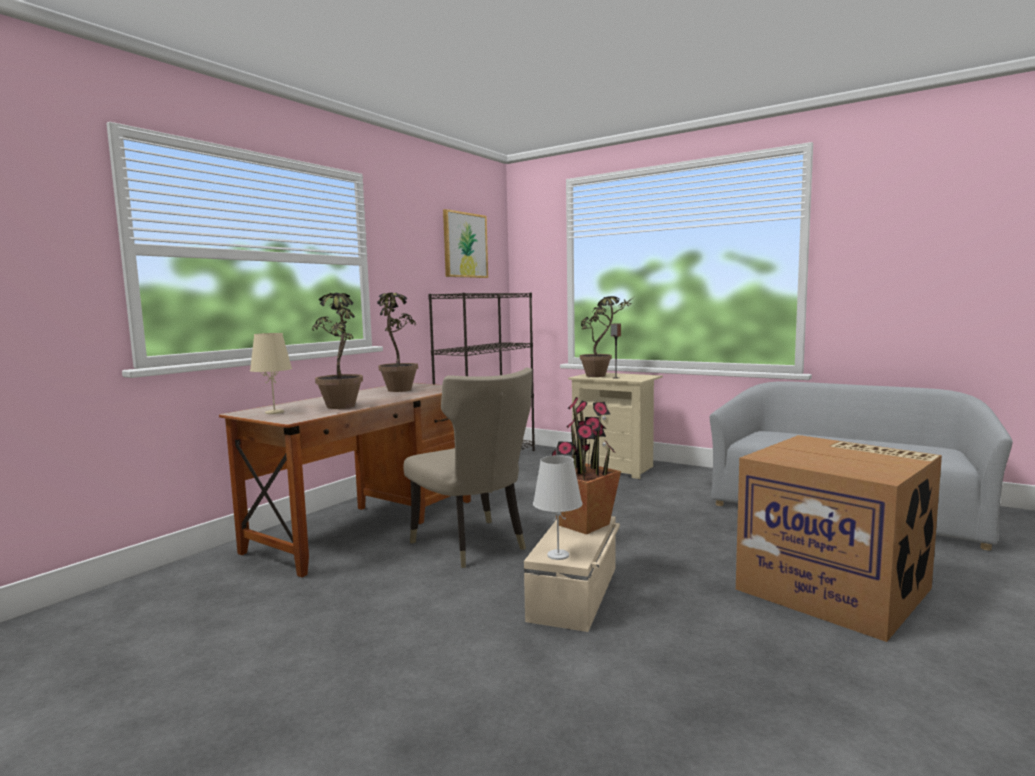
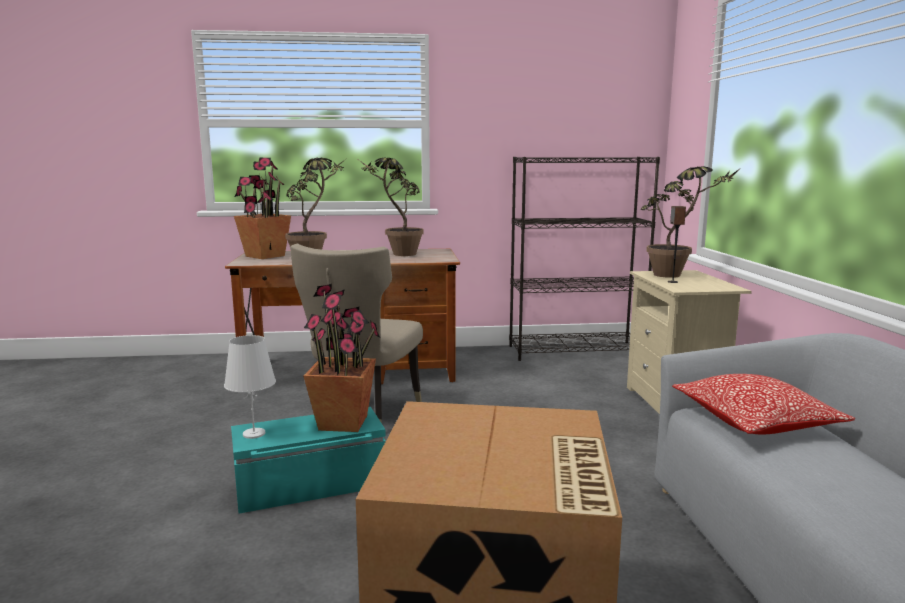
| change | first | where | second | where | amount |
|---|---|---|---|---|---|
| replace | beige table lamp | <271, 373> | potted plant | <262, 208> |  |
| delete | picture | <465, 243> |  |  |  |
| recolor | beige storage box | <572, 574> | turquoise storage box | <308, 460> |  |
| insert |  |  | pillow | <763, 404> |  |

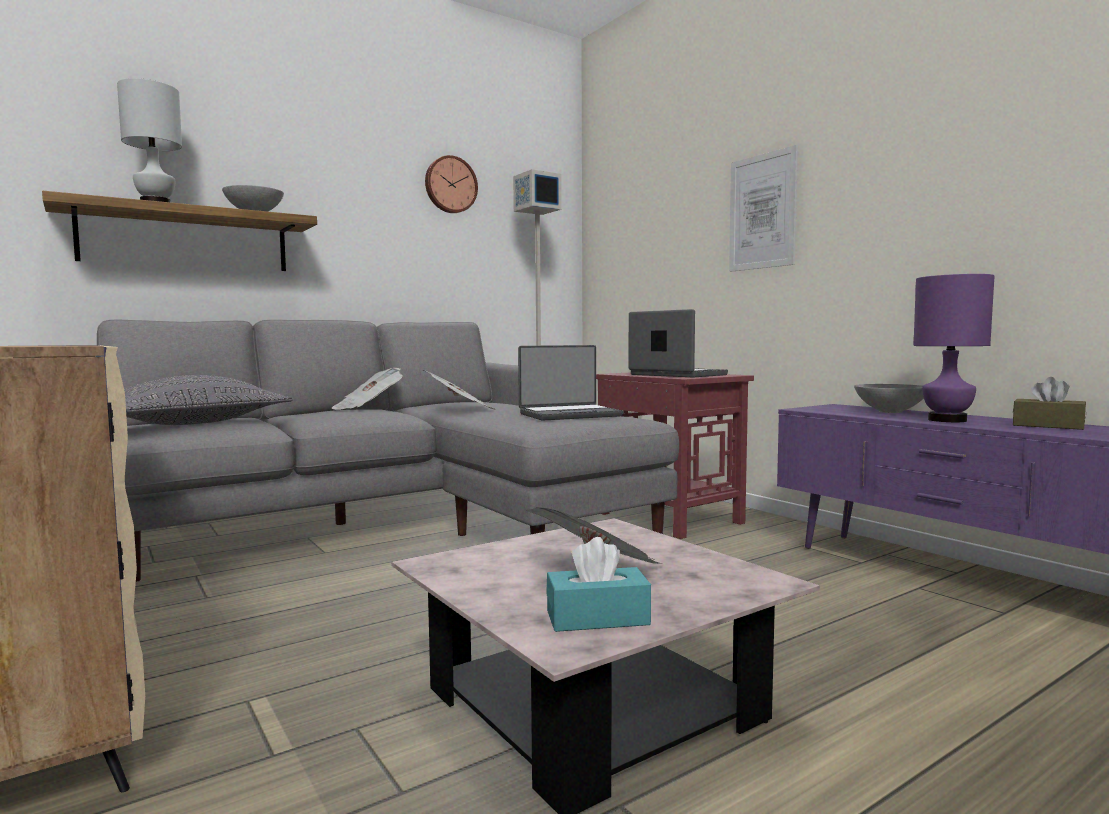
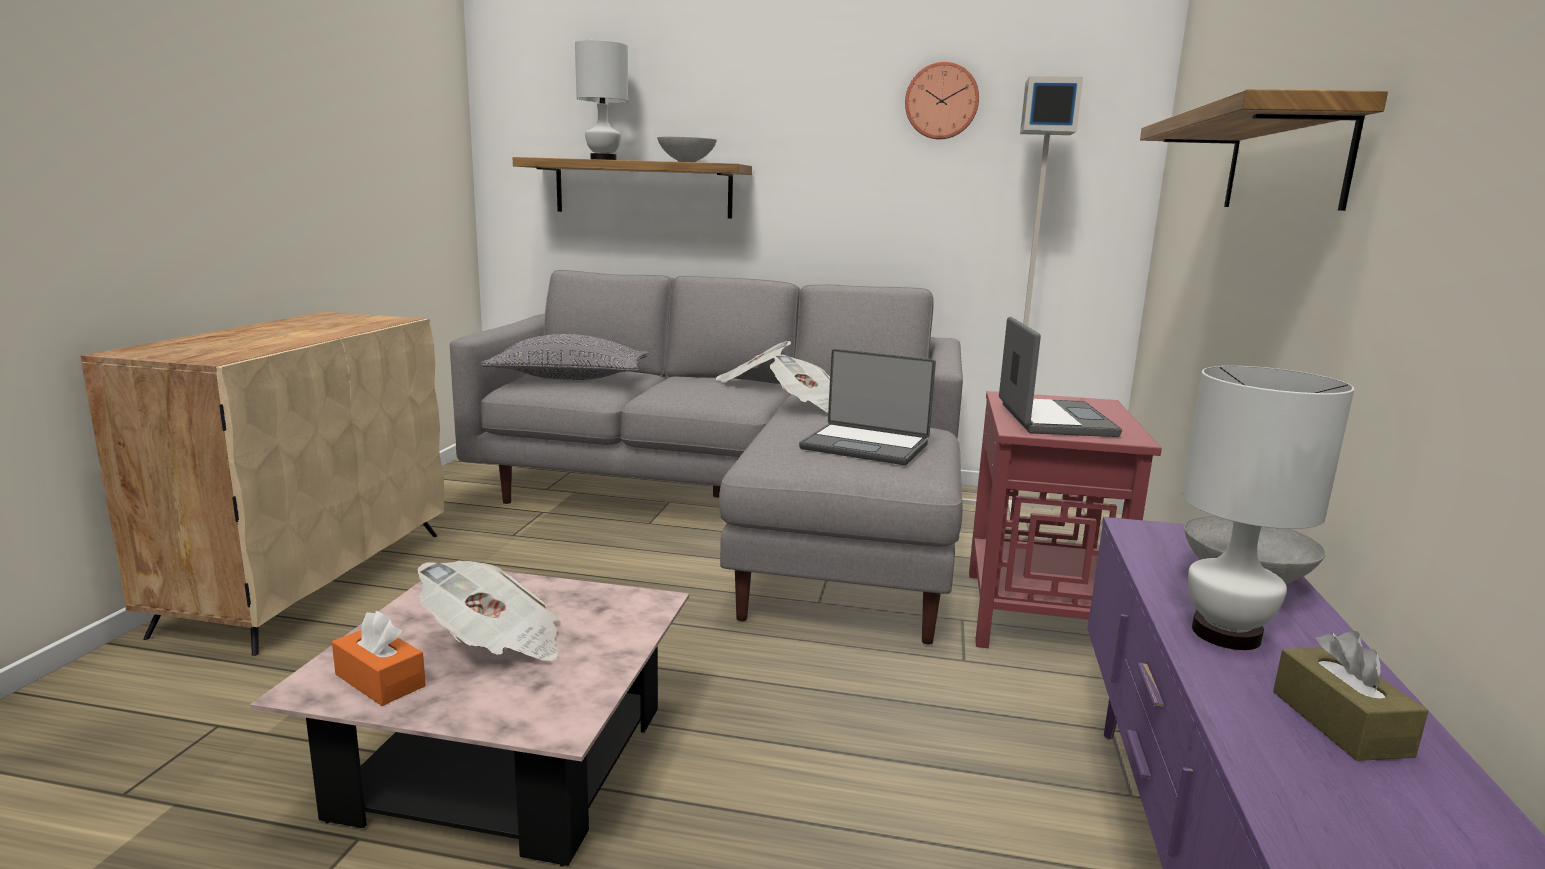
| change | first | where | second | where | amount |
|---|---|---|---|---|---|
| recolor | turquoise tissue box | <598, 584> | orange tissue box | <379, 658> |  |
| replace | picture | <763, 208> | shelf | <1264, 150> |  |
| recolor | purple table lamp | <953, 348> | white table lamp | <1268, 508> |  |

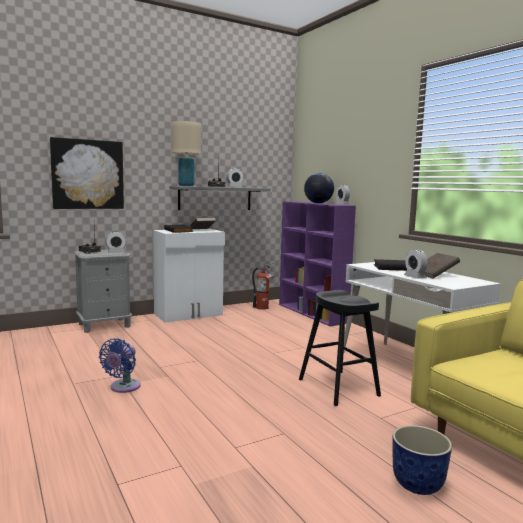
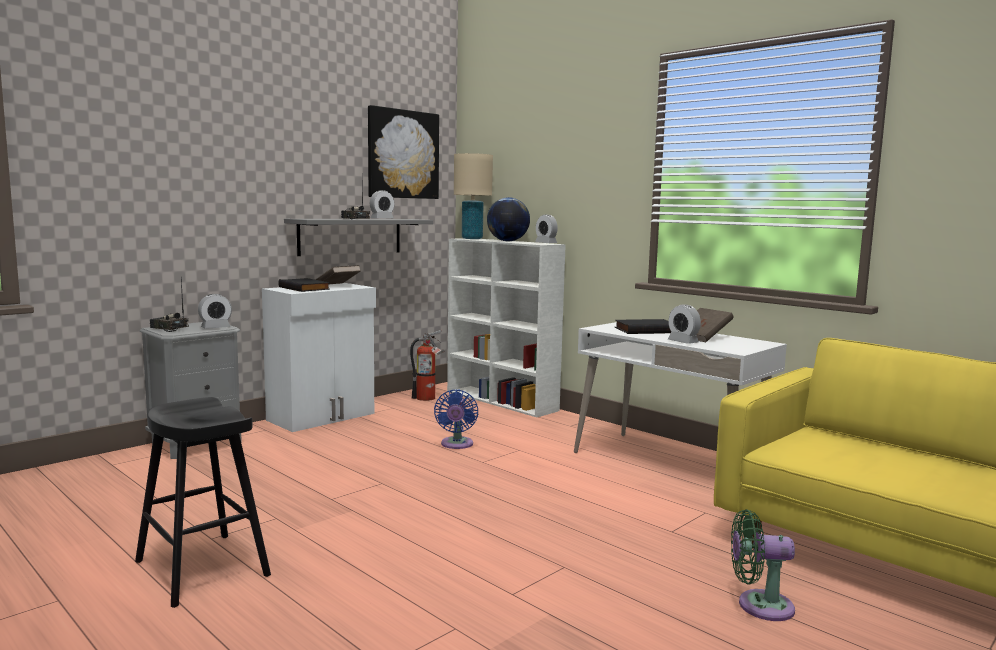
| change | first | where | second | where | amount |
|---|---|---|---|---|---|
| move | picture | <87, 173> |  | <403, 152> |  |
| move | blue fan | <120, 366> |  | <456, 419> |  |
| move | beige table lamp | <186, 153> |  | <473, 196> |  |
| recolor | purple bookcase | <317, 264> | white bookcase | <506, 327> |  |
| move | black stool | <340, 348> |  | <203, 502> |  |
| replace | planter | <422, 460> | green fan | <763, 565> |  |

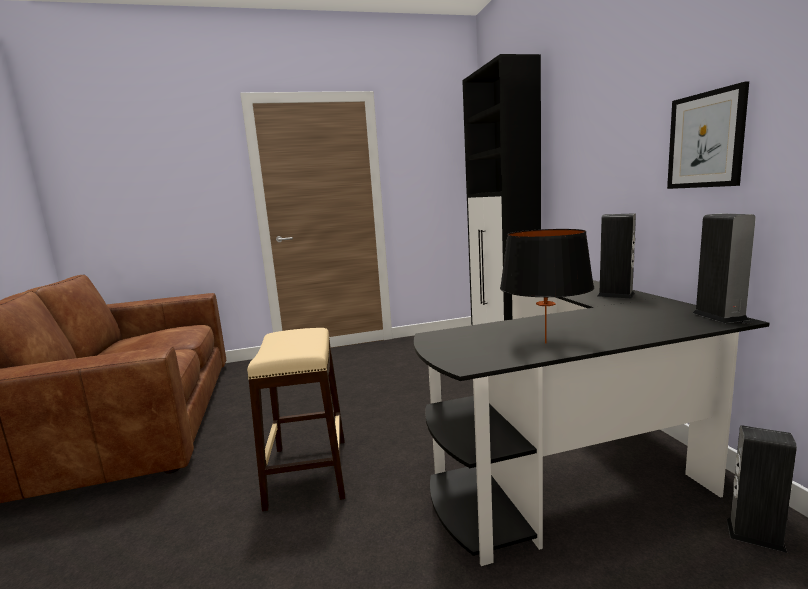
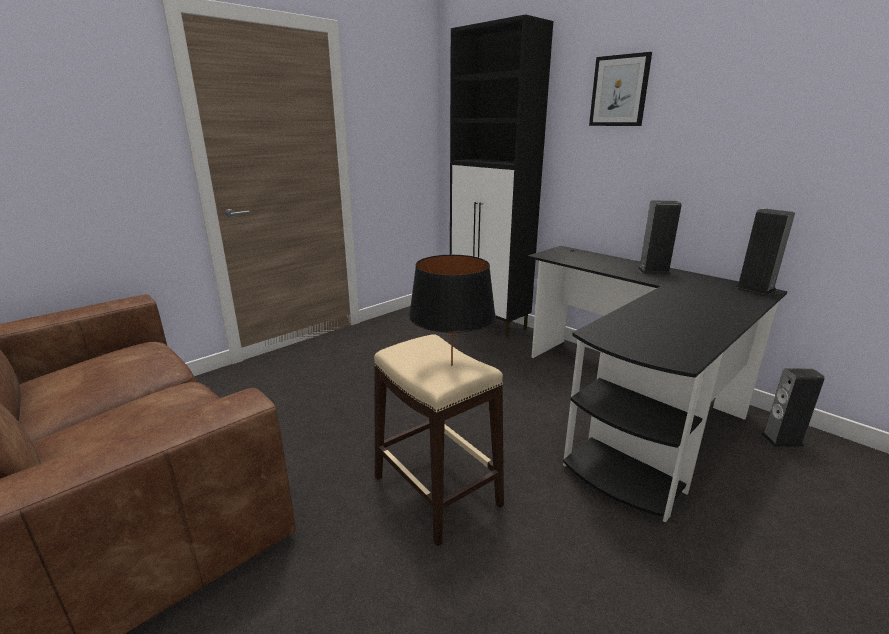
| change | first | where | second | where | amount |
|---|---|---|---|---|---|
| move | black table lamp | <547, 286> |  | <452, 310> |  |
| move | picture | <708, 135> |  | <620, 89> |  |

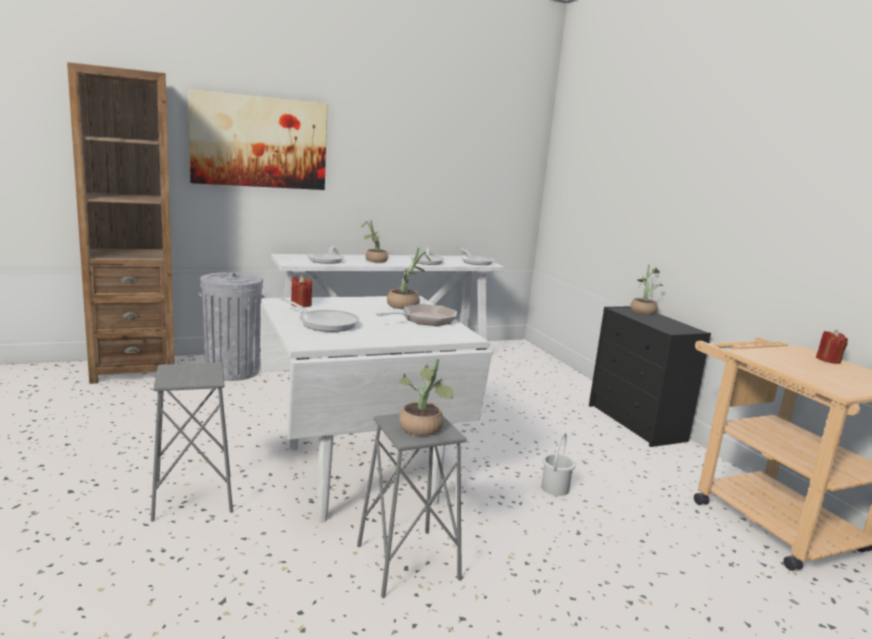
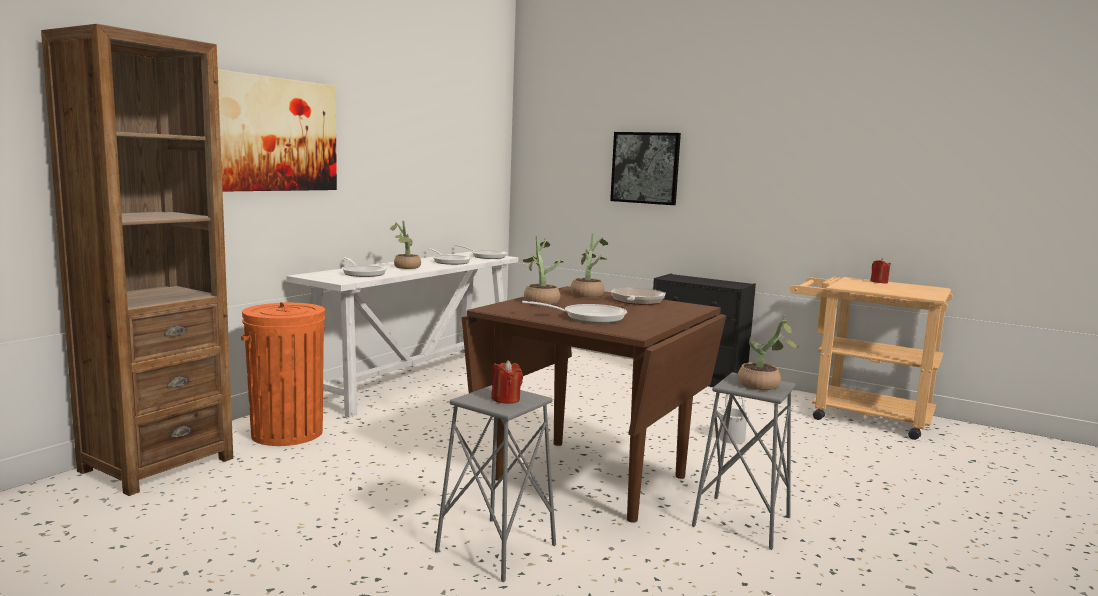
| change | first | where | second | where | amount |
|---|---|---|---|---|---|
| recolor | grey trash can | <231, 326> | orange trash can | <283, 374> |  |
| recolor | white dining table | <376, 409> | brown dining table | <594, 404> |  |
| move | red candle | <301, 291> |  | <507, 382> |  |
| move | potted plant | <647, 289> |  | <543, 270> |  |
| insert |  |  | picture | <645, 168> |  |

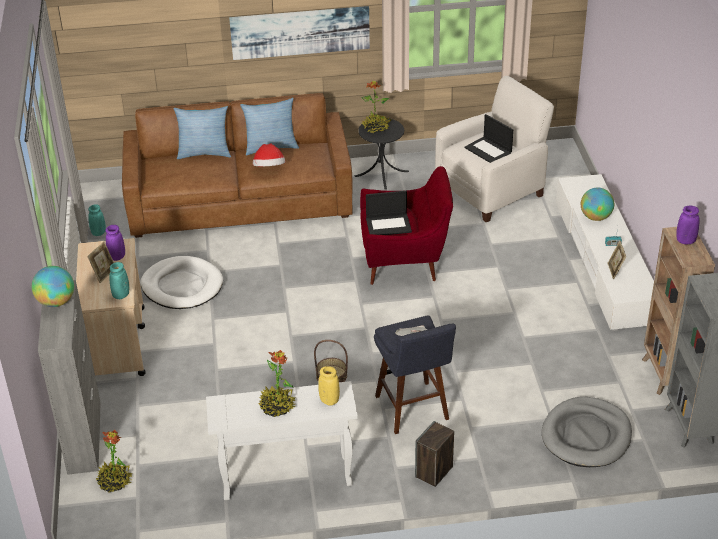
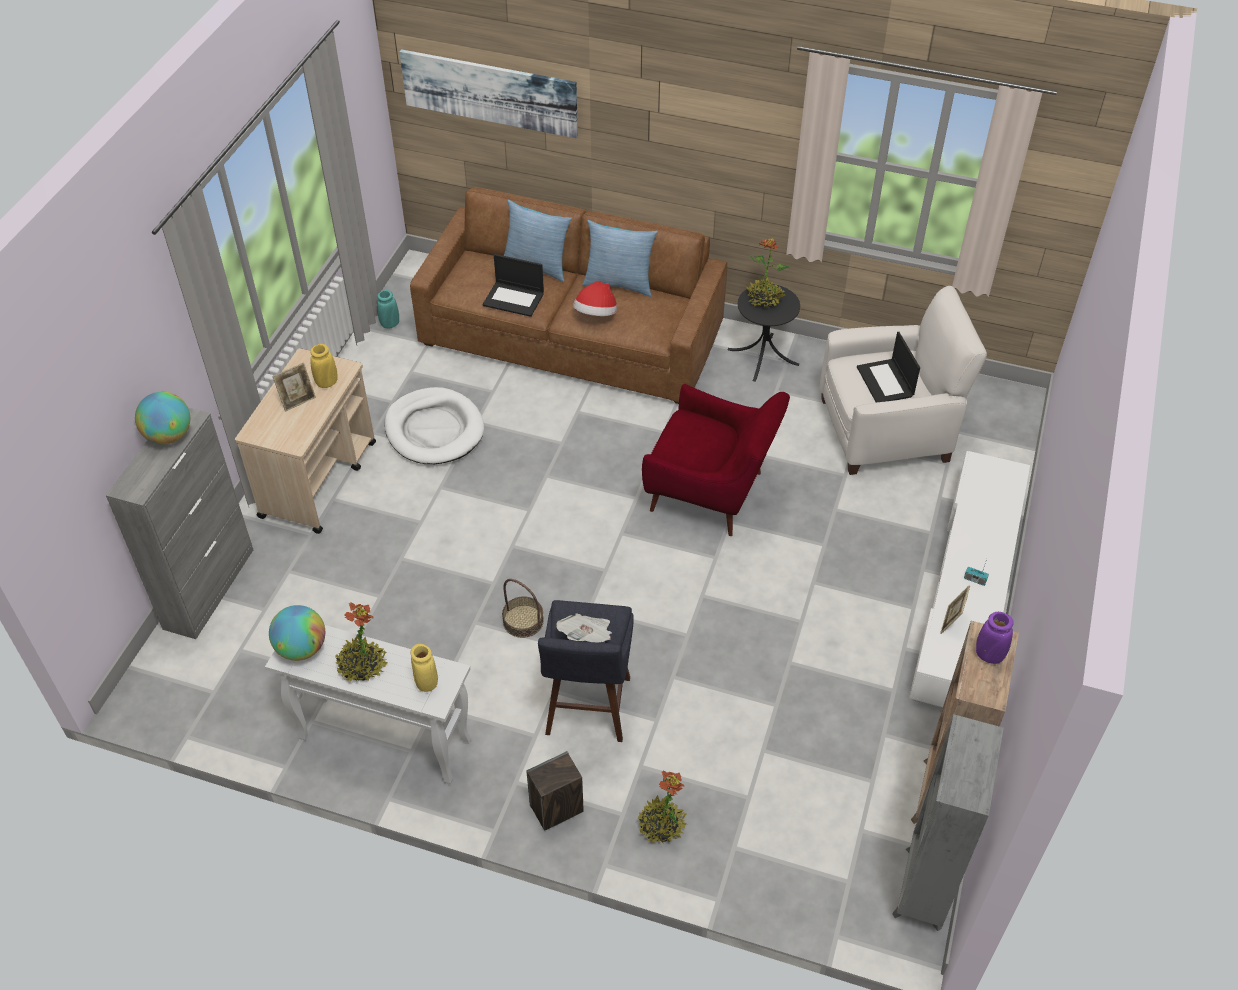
| change | first | where | second | where | amount |
|---|---|---|---|---|---|
| move | potted plant | <114, 461> |  | <662, 806> |  |
| recolor | purple vase | <115, 243> | yellow vase | <324, 366> |  |
| delete | turquoise vase | <119, 280> |  |  |  |
| move | picture | <299, 33> |  | <489, 93> |  |
| move | laptop | <389, 213> |  | <513, 285> |  |
| delete | grey dog bed | <587, 432> |  |  |  |
| move | globe | <597, 204> |  | <297, 633> |  |

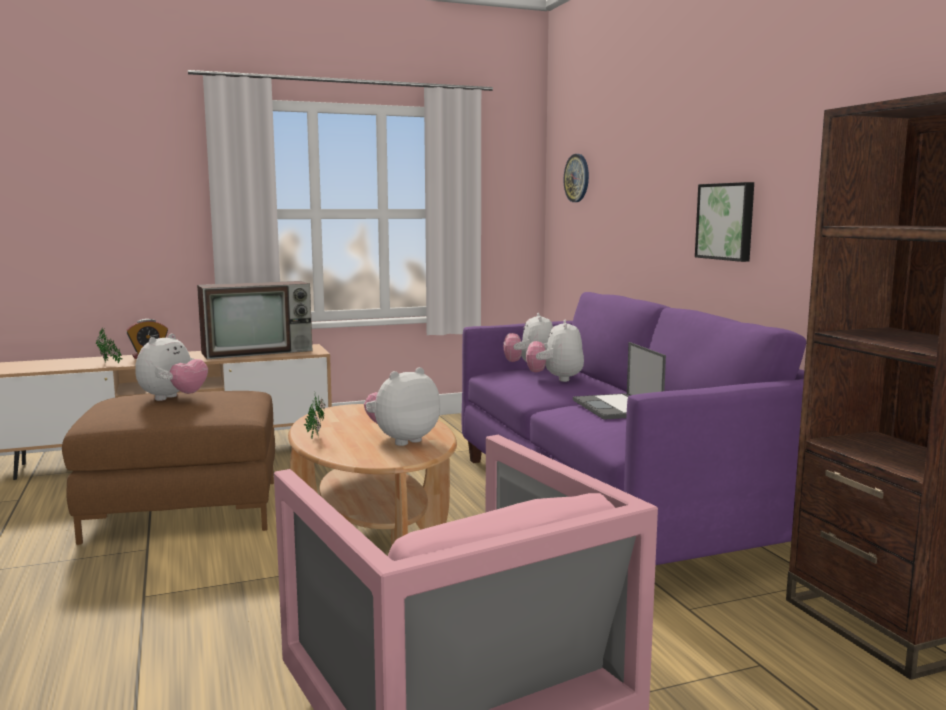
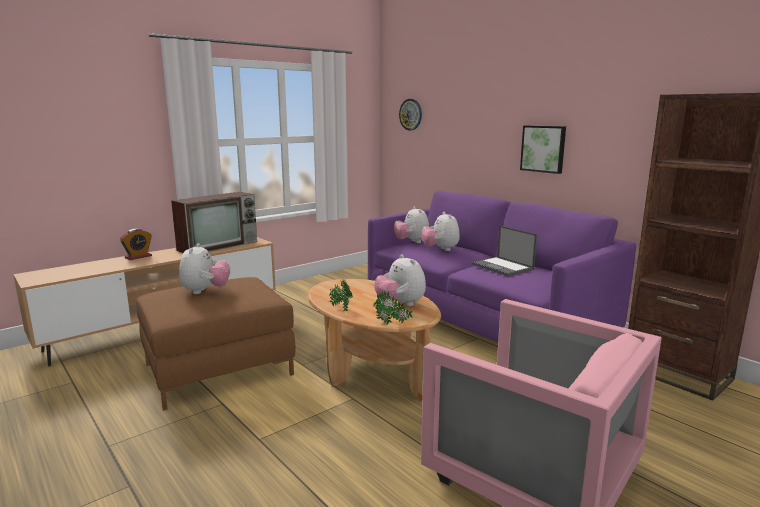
| change | first | where | second | where | amount |
|---|---|---|---|---|---|
| move | potted plant | <109, 345> |  | <393, 308> |  |
| rotate | plush toy | <402, 406> |  | <400, 280> | 60 degrees counterclockwise |

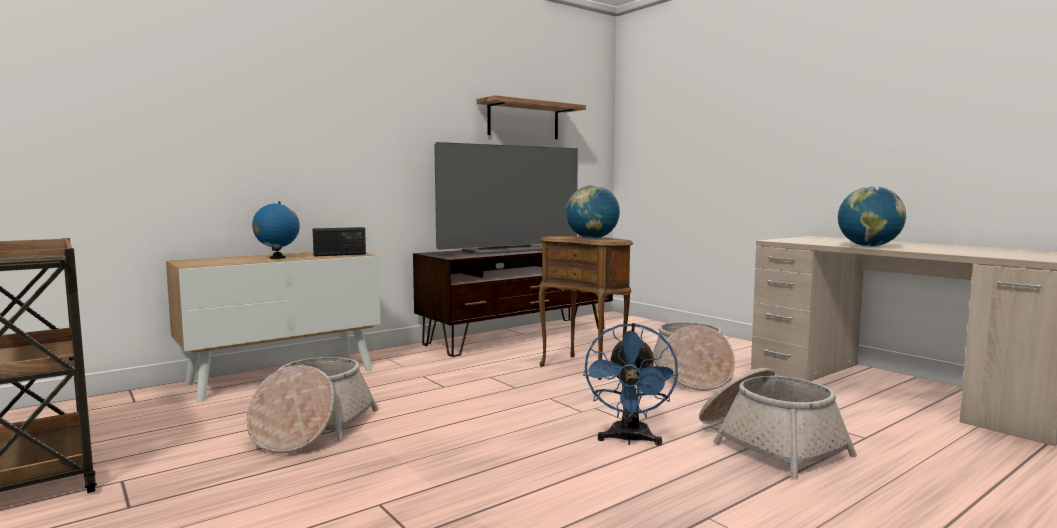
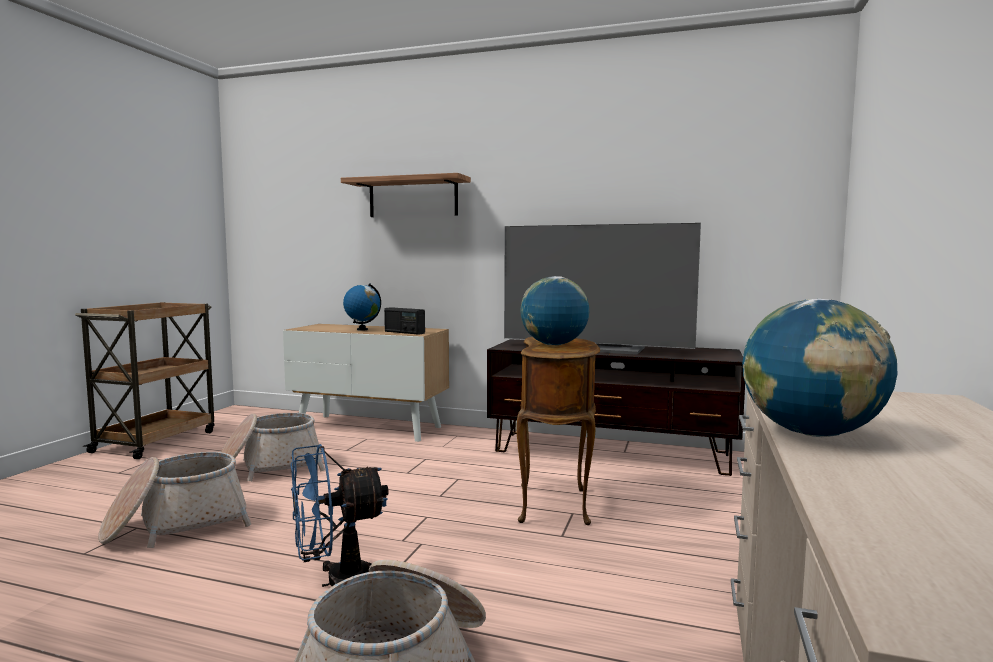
| change | first | where | second | where | amount |
|---|---|---|---|---|---|
| move | shelf | <531, 117> |  | <406, 195> |  |
| move | basket | <694, 356> |  | <174, 500> |  |

